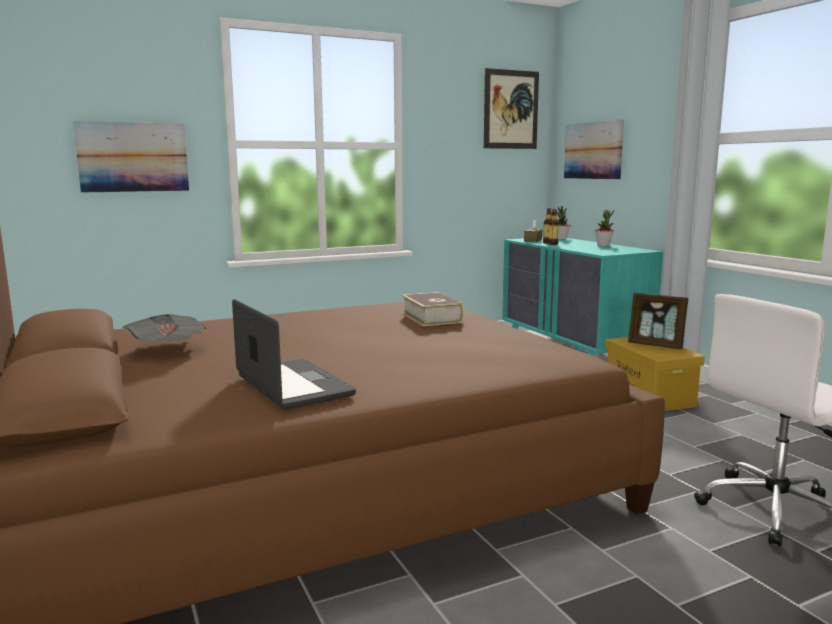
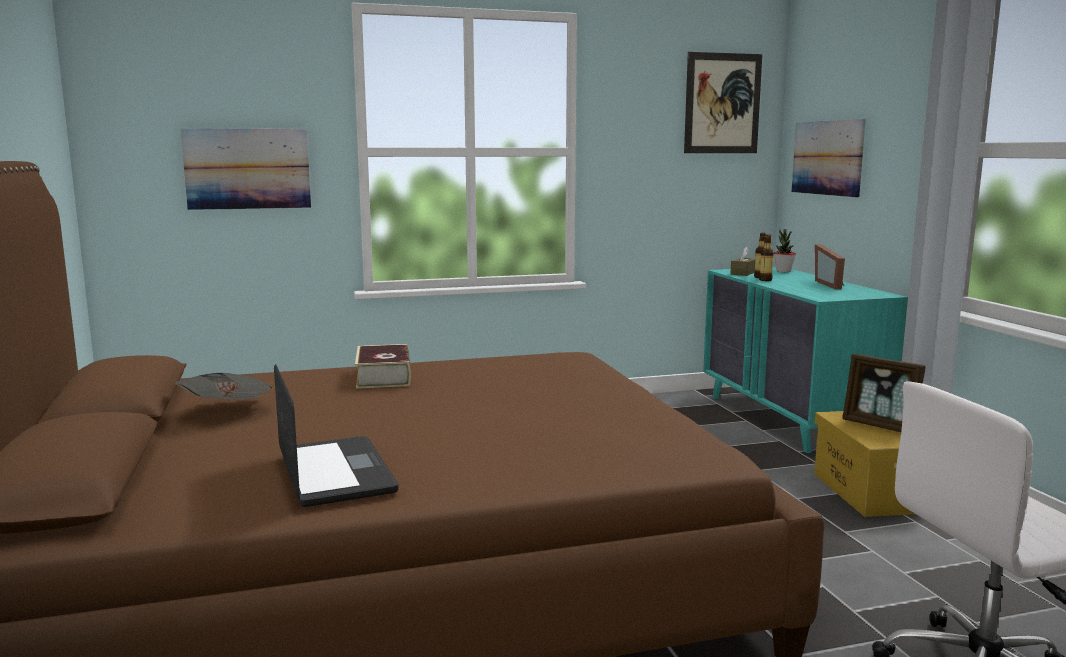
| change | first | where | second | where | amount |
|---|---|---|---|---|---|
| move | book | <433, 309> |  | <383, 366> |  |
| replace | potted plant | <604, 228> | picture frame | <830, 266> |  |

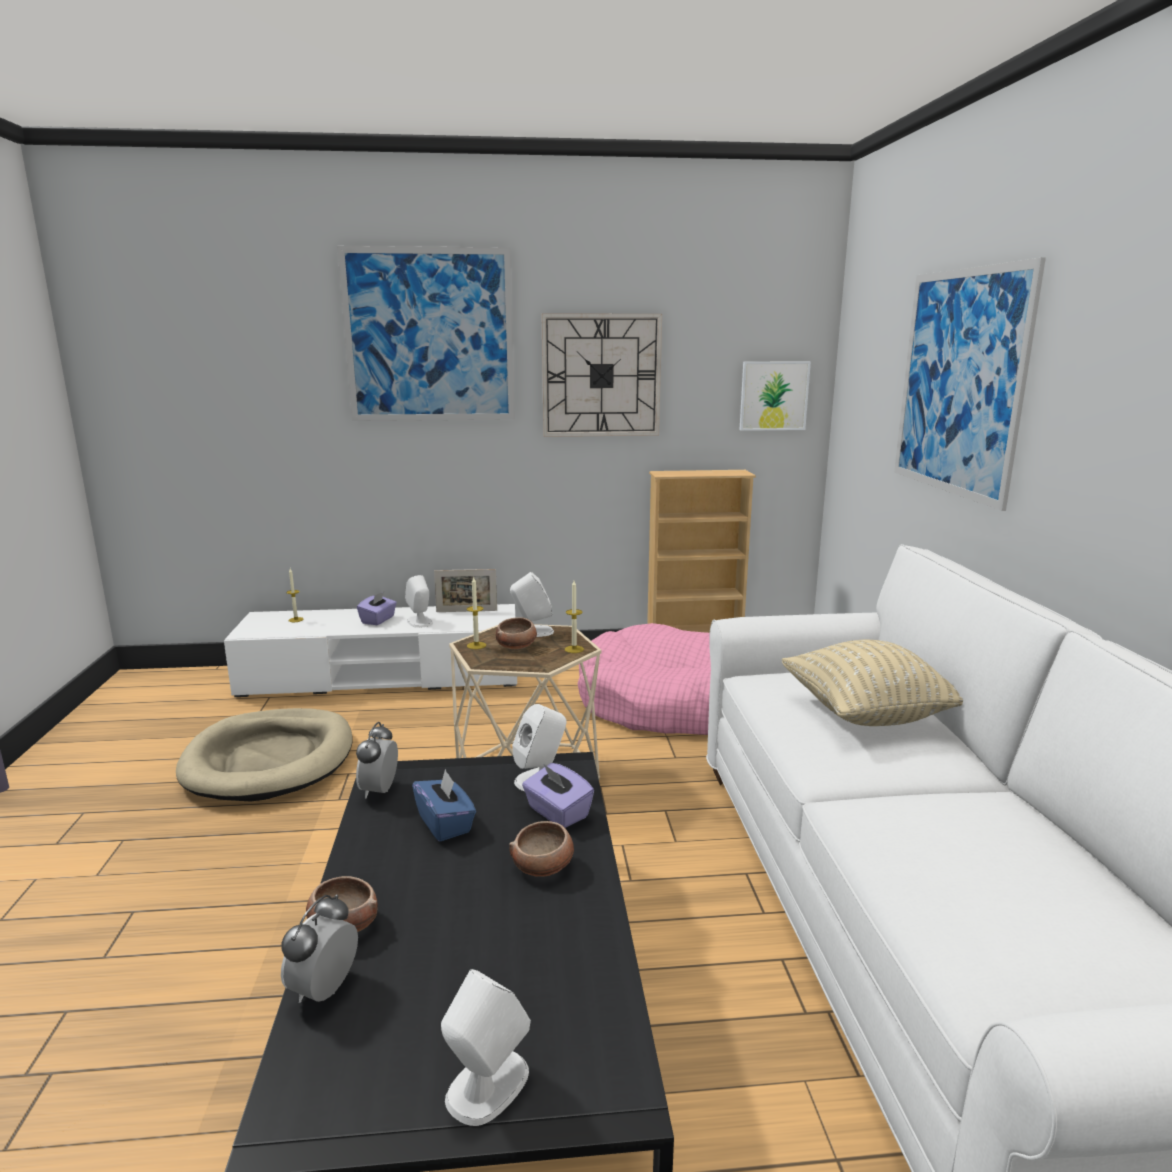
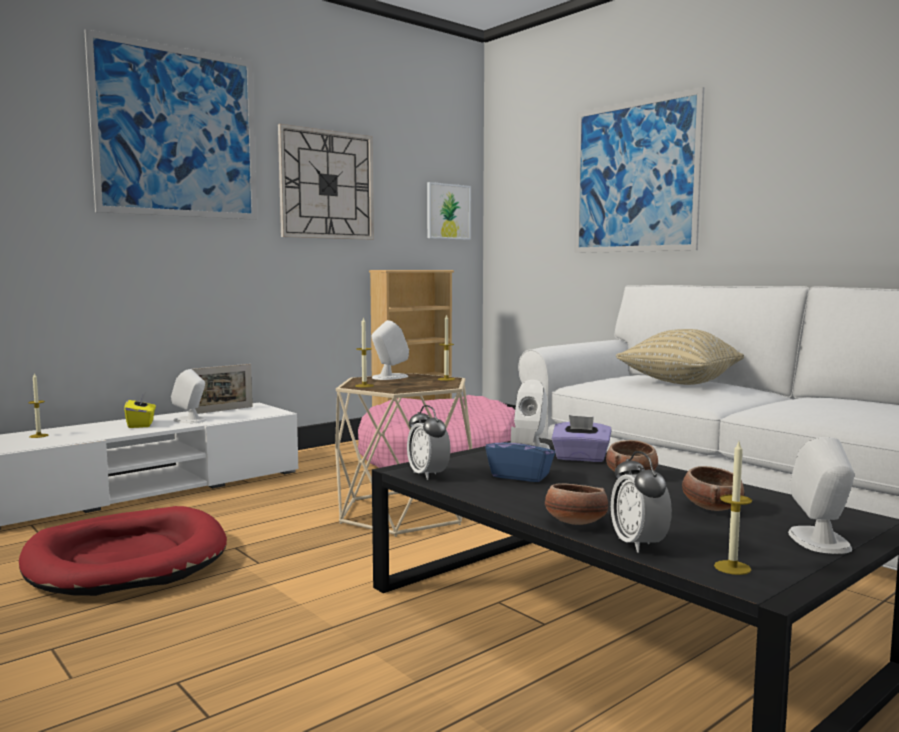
| change | first | where | second | where | amount |
|---|---|---|---|---|---|
| recolor | beige dog bed | <264, 754> | red dog bed | <123, 551> |  |
| recolor | purple tissue box | <377, 608> | yellow tissue box | <140, 410> |  |
| move | bowl | <516, 633> |  | <713, 488> |  |
| insert |  |  | candle | <733, 508> |  |

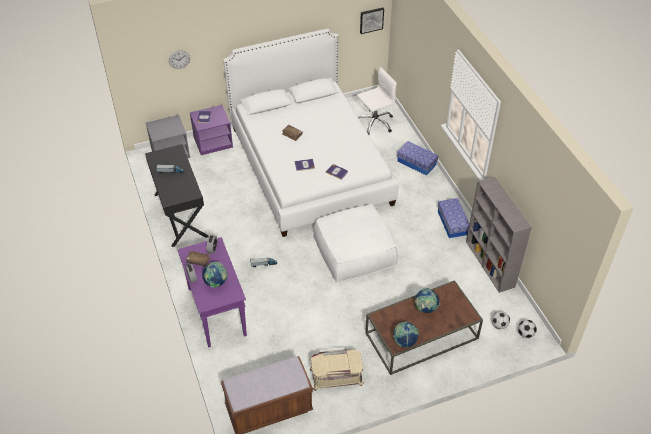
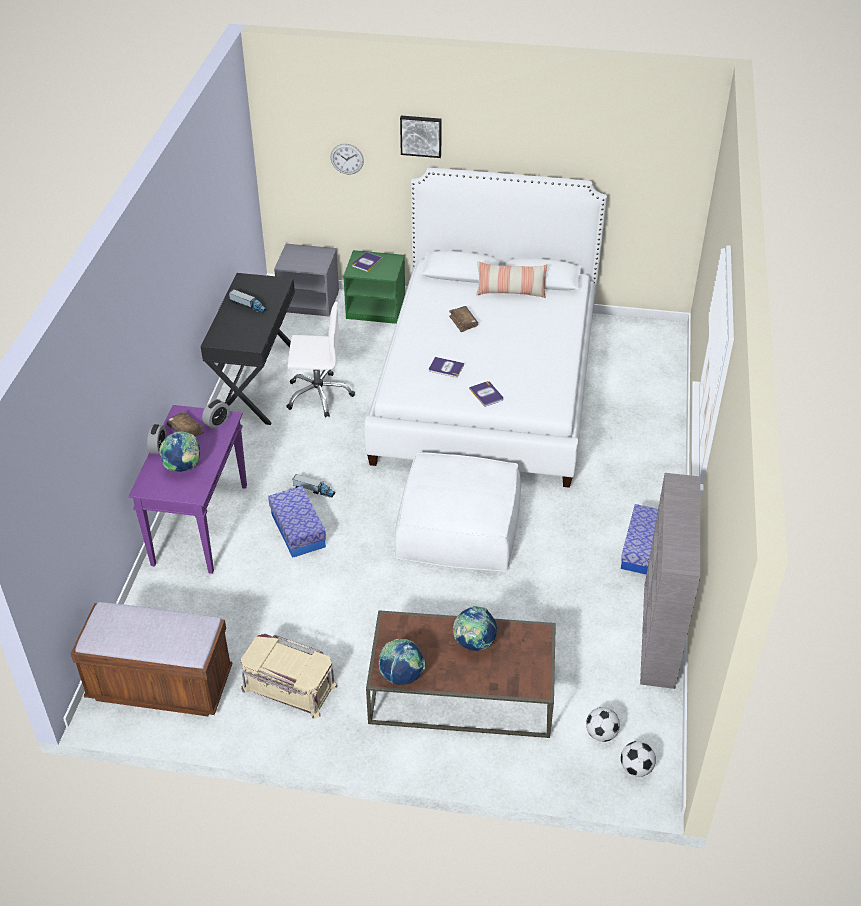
| change | first | where | second | where | amount |
|---|---|---|---|---|---|
| recolor | purple nightstand | <211, 130> | green nightstand | <374, 287> |  |
| move | white office chair | <377, 101> |  | <320, 360> |  |
| move | picture | <372, 20> |  | <421, 137> |  |
| move | storage box | <417, 158> |  | <297, 522> |  |
| insert |  |  | pillow | <511, 279> |  |

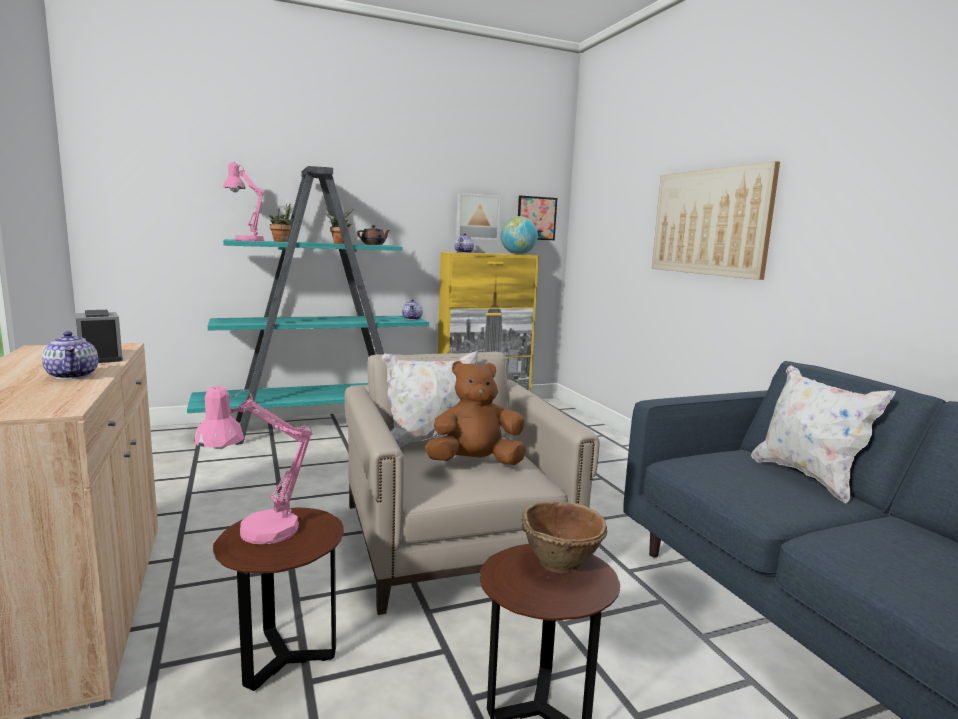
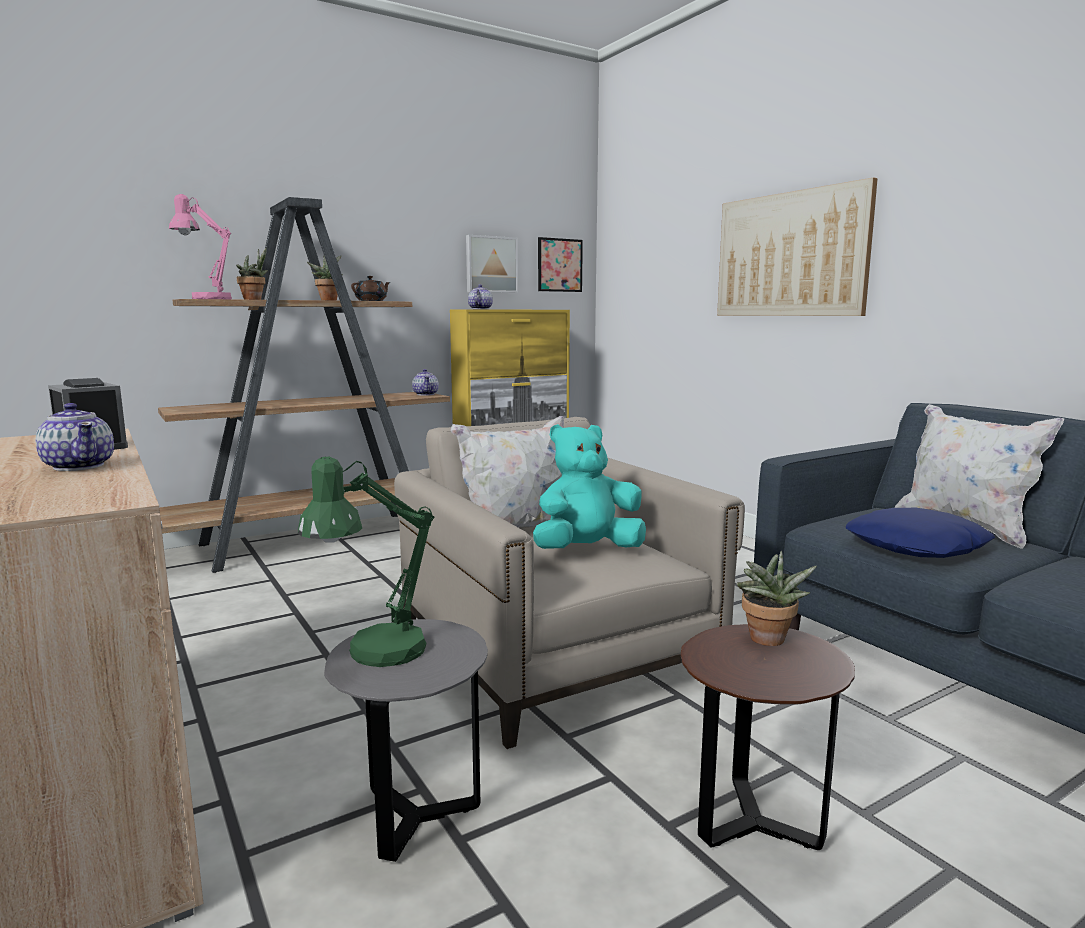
| change | first | where | second | where | amount |
|---|---|---|---|---|---|
| recolor | turquoise bookcase | <308, 305> | brown bookcase | <304, 385> |  |
| recolor | pink table lamp | <253, 465> | green table lamp | <366, 562> |  |
| recolor | brown side table | <278, 599> | grey side table | <406, 740> |  |
| recolor | brown plush toy | <475, 413> | turquoise plush toy | <589, 486> |  |
| delete | globe | <519, 235> |  |  |  |
| replace | brown bowl | <564, 537> | potted plant | <777, 598> |  |
| insert |  |  | blue pillow | <920, 533> |  |

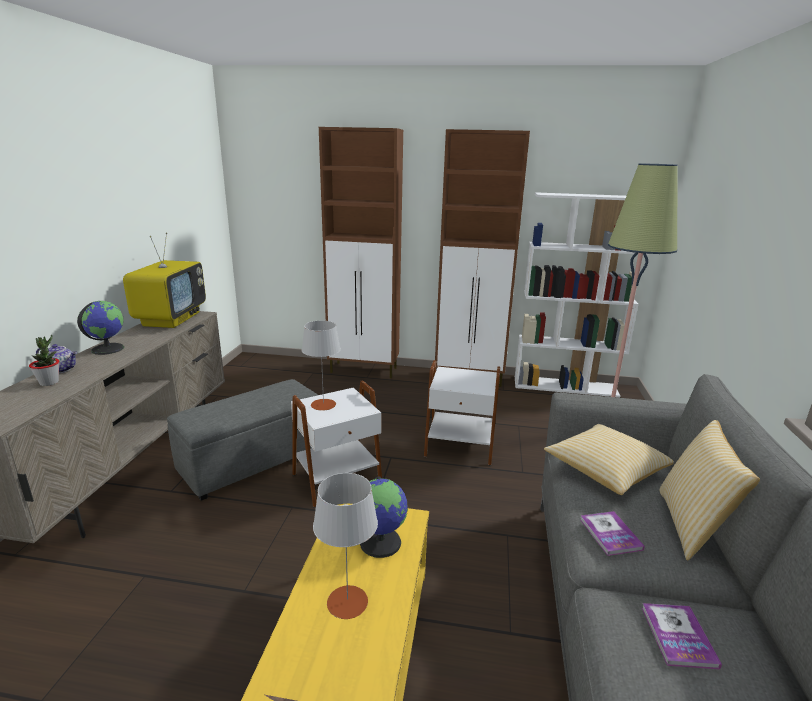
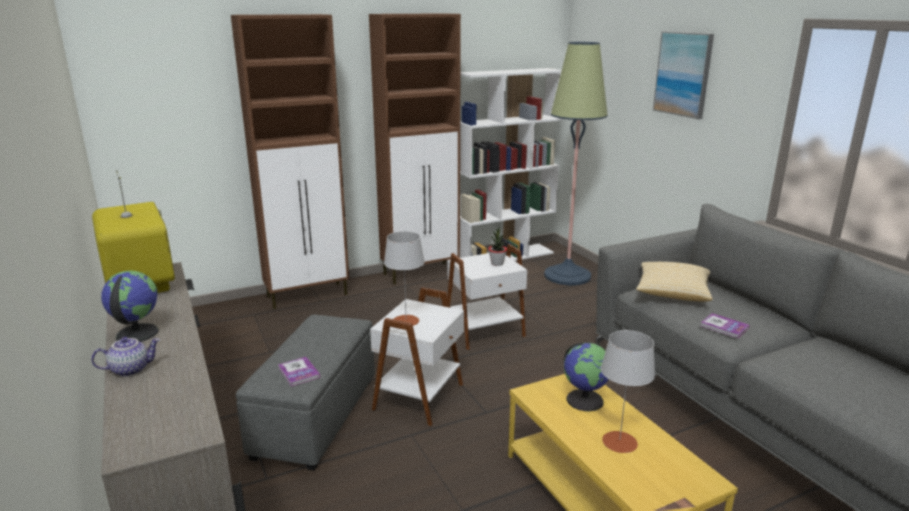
| change | first | where | second | where | amount |
|---|---|---|---|---|---|
| move | potted plant | <44, 360> |  | <497, 246> |  |
| move | book | <682, 636> |  | <299, 371> |  |
| delete | pillow | <709, 490> |  |  |  |
| insert |  |  | picture | <683, 75> |  |

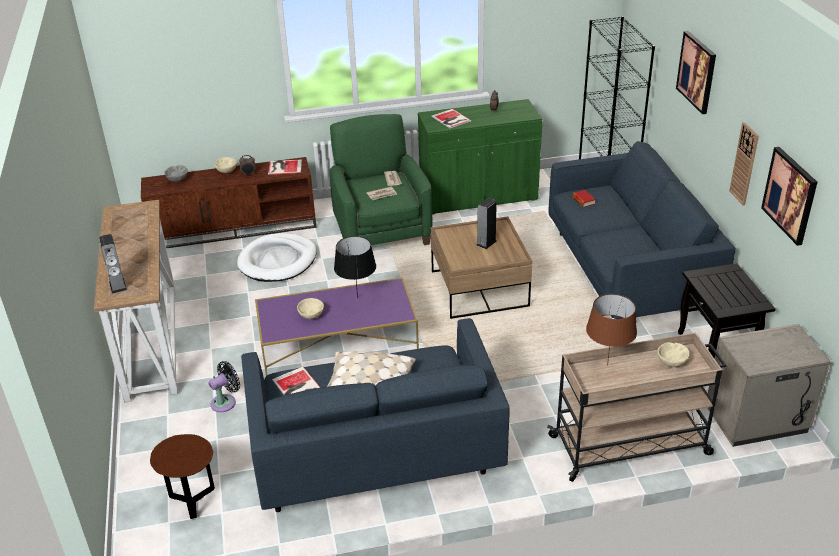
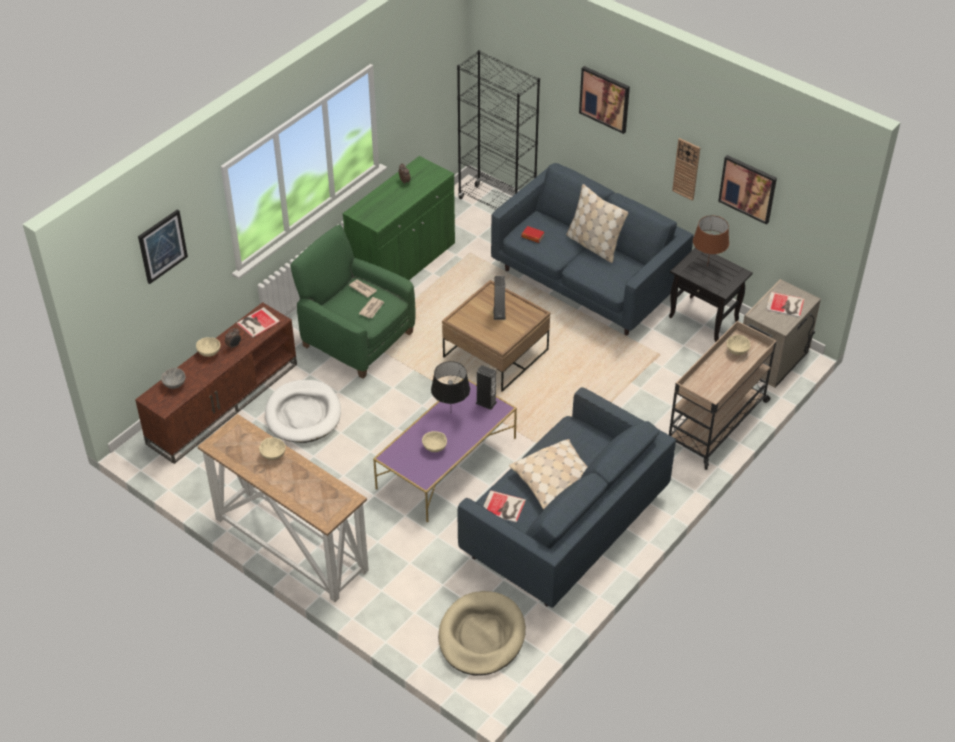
| change | first | where | second | where | amount |
|---|---|---|---|---|---|
| move | speaker | <113, 264> |  | <486, 387> |  |
| replace | brown side table | <182, 476> | beige dog bed | <482, 633> |  |
| delete | black fan | <224, 386> |  |  |  |
| move | book | <451, 118> |  | <785, 304> |  |
| move | brown table lamp | <611, 329> |  | <711, 241> |  |
| insert |  |  | picture | <163, 246> |  |
| insert |  |  | beige bowl | <272, 448> |  |
| insert |  |  | beige pillow | <597, 223> |  |

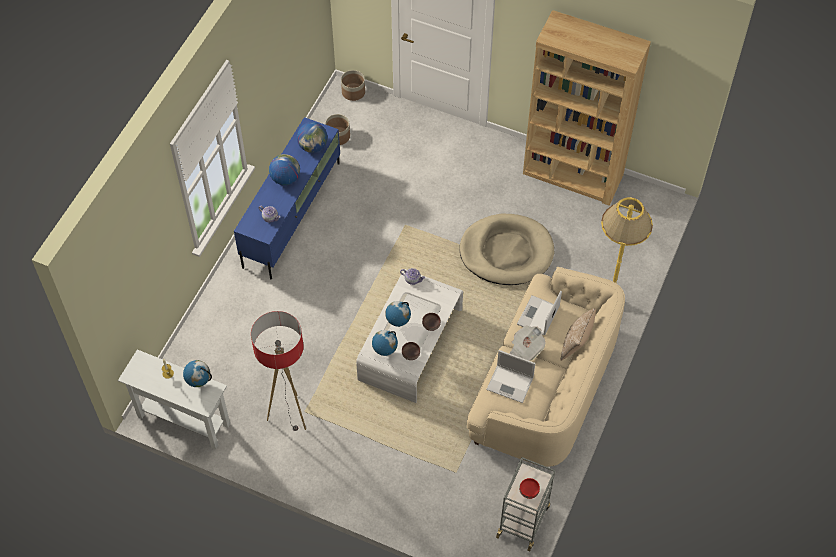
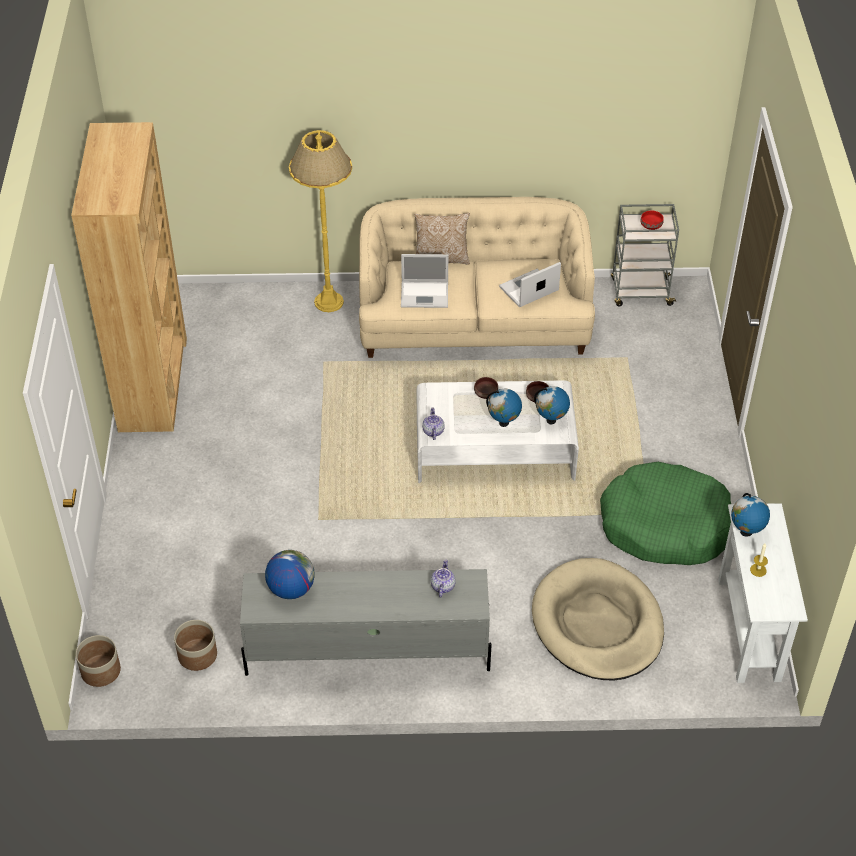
| change | first | where | second | where | amount |
|---|---|---|---|---|---|
| recolor | blue tv stand | <287, 198> | grey tv stand | <366, 622> |  |
| replace | floor lamp | <278, 371> | green dog bed | <665, 513> |  |
| delete | globe | <284, 169> |  |  |  |
| move | beige dog bed | <507, 249> |  | <598, 619> |  |
| rotate | laptop | <510, 376> |  | <530, 284> | 120 degrees counterclockwise |
| delete | newspaper | <527, 343> |  |  |  |

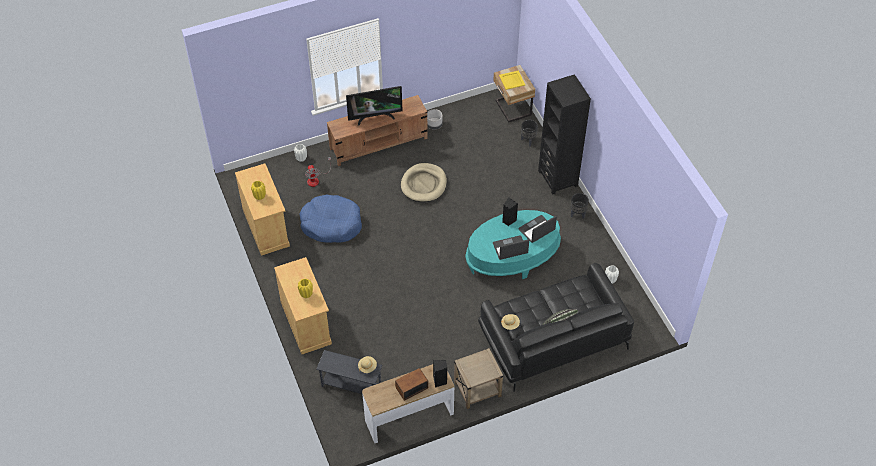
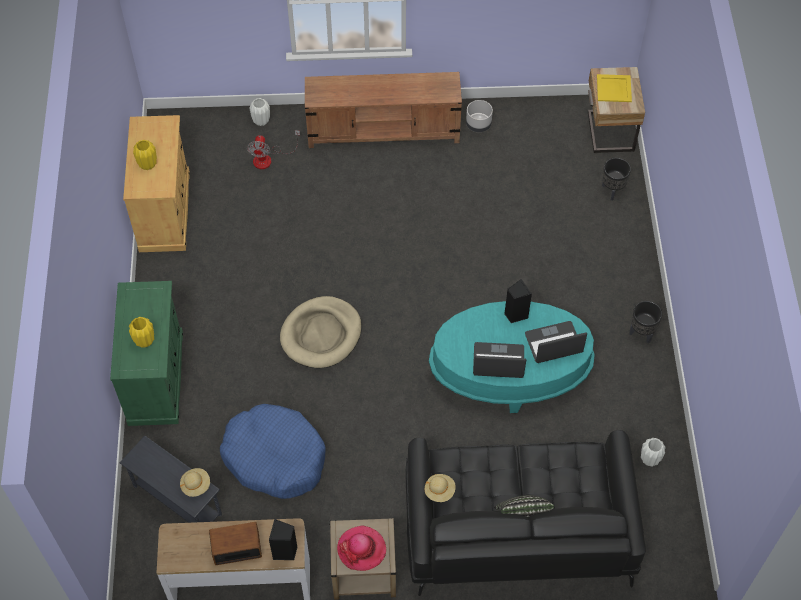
| change | first | where | second | where | amount |
|---|---|---|---|---|---|
| recolor | beige cabinet | <303, 305> | green cabinet | <146, 353> |  |
| move | blue dog bed | <330, 219> |  | <272, 451> |  |
| delete | television | <374, 106> |  |  |  |
| move | beige dog bed | <424, 182> |  | <321, 332> |  |
| delete | black bookcase | <564, 134> |  |  |  |
| insert |  |  | hat | <361, 548> |  |

